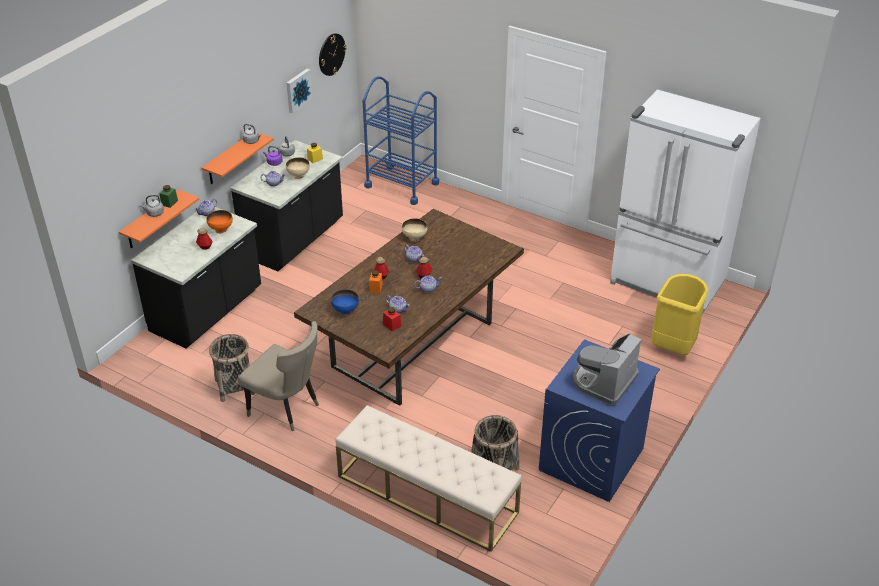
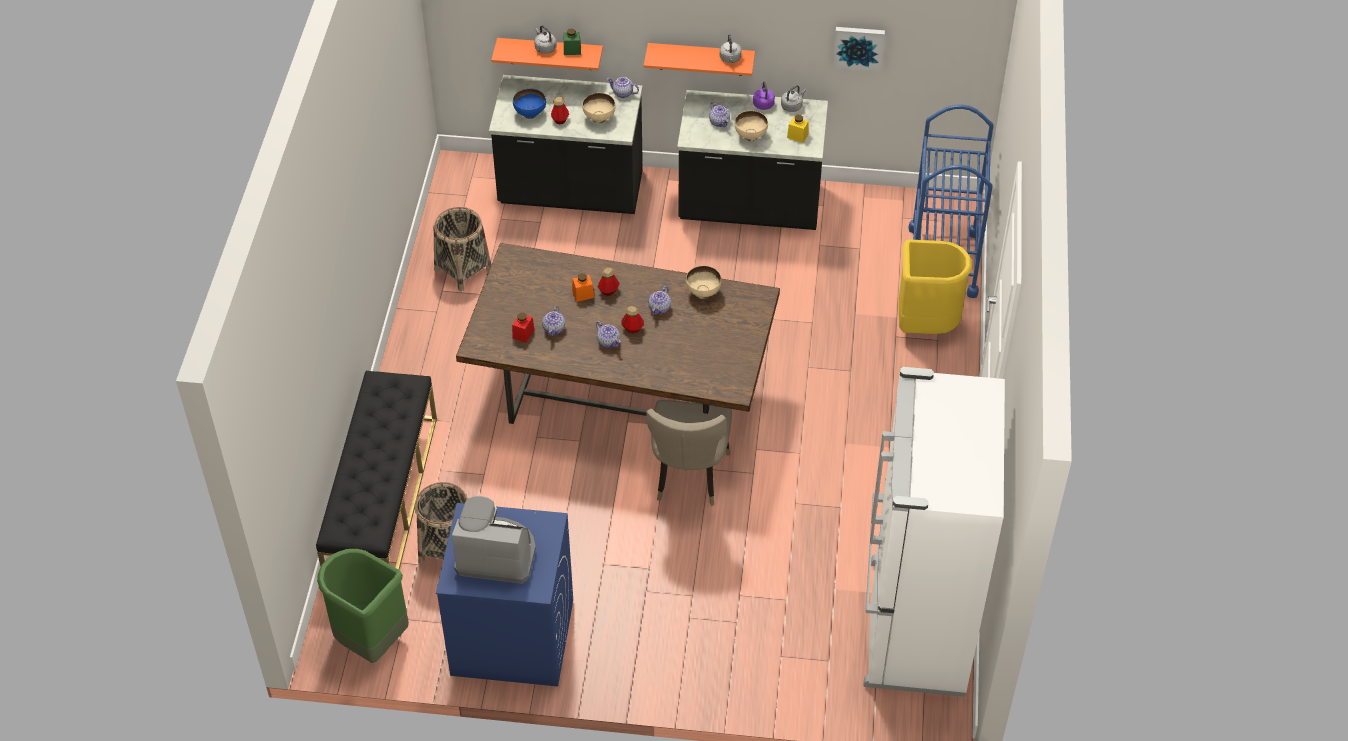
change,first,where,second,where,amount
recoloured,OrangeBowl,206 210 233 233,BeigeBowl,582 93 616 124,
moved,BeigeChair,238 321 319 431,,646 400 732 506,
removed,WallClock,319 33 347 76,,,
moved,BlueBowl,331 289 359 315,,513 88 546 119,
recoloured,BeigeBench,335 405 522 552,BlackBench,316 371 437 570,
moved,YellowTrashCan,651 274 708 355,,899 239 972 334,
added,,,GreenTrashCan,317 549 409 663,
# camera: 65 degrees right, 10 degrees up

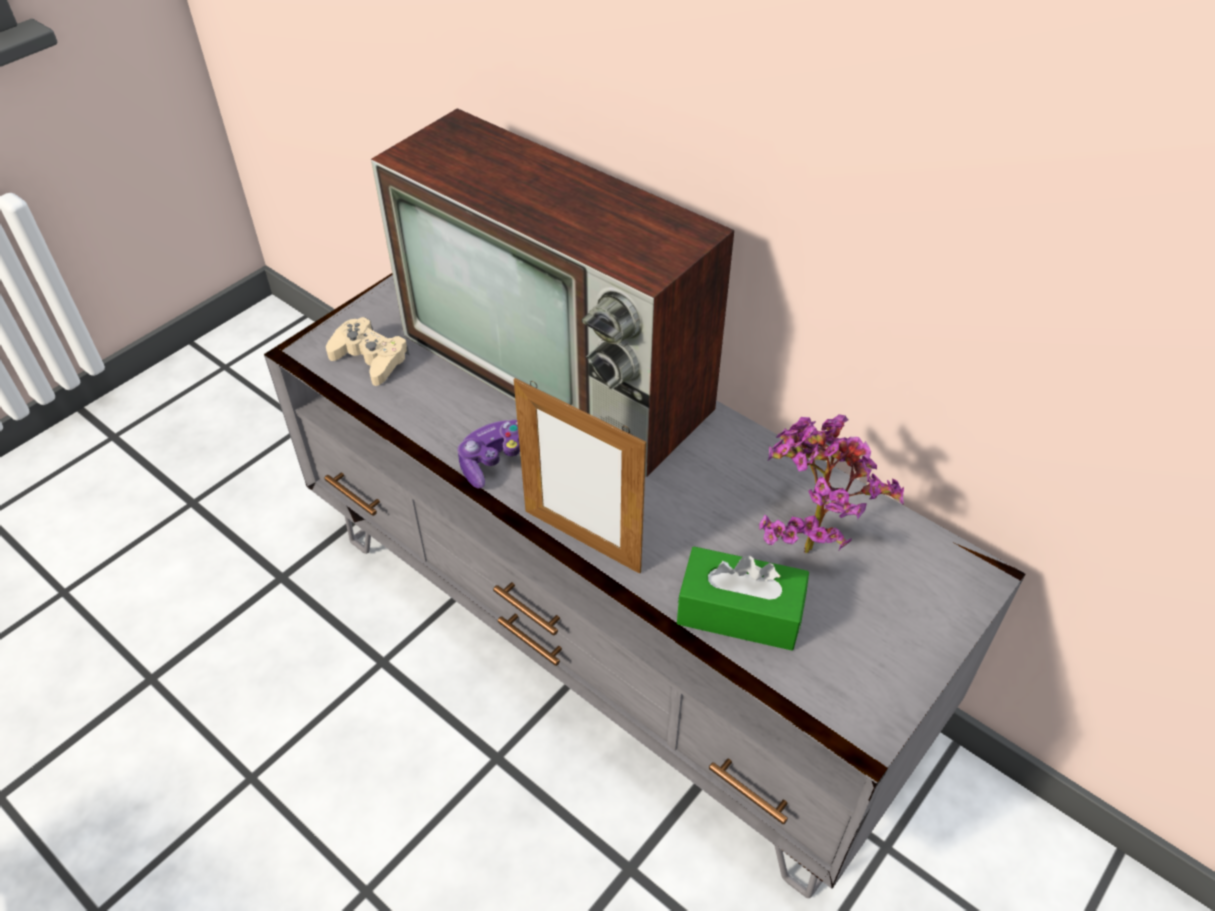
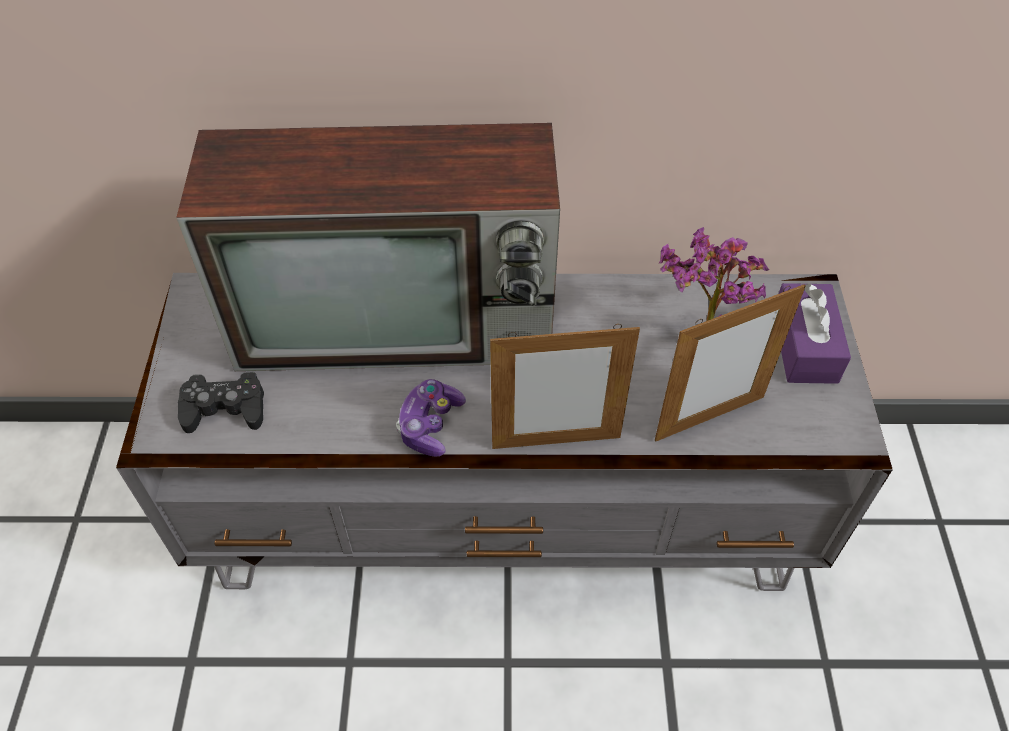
change,first,where,second,where,amount
recoloured,BeigeGameController,326 317 409 386,BlackGameController,178 372 264 433,
replaced,GreenTissueBox,677 547 809 651,PictureFrame,655 284 806 441,
added,,,PurpleTissueBox,778 283 851 384,
# camera: 40 degrees left, 5 degrees up

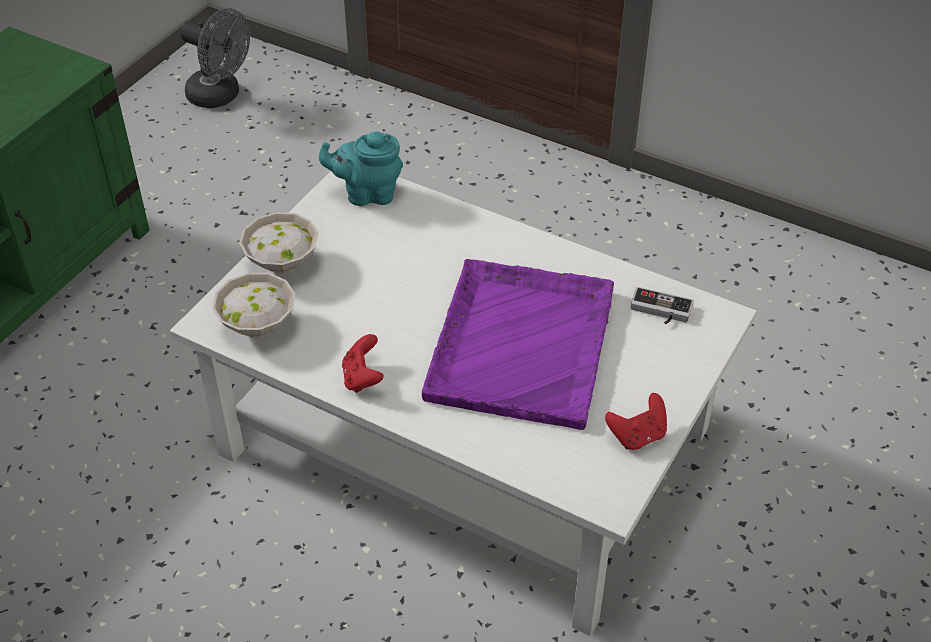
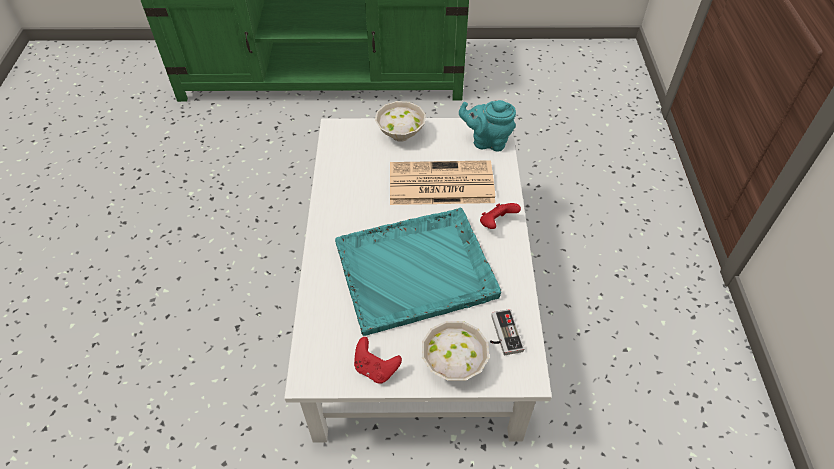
change,first,where,second,where,amount
removed,GreyFan,180 8 250 108,,,
moved,WhiteBowl,212 273 295 338,,422 321 489 381,
turned,TurquoiseTeapot,319 131 403 206,,459 100 516 152,45 degrees counterclockwise
moved,RedGameController,342 334 383 393,,480 203 521 229,
recoloured,PurpleTray,422 259 614 430,TurquoiseTray,335 208 501 336,
added,,,Newspaper,390 160 495 205,
# camera: 60 degrees right, 5 degrees up

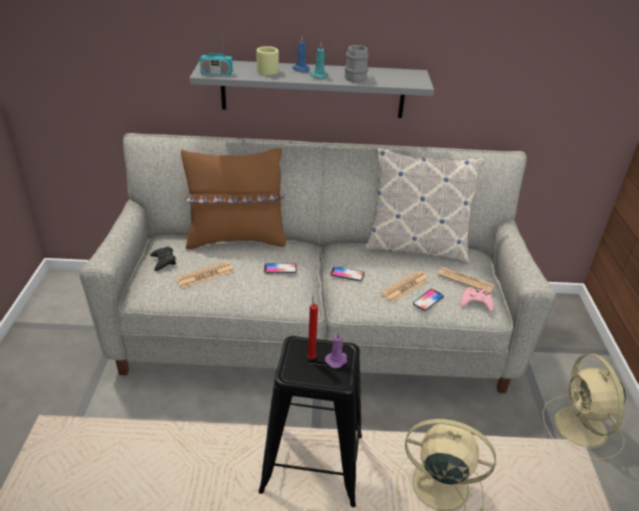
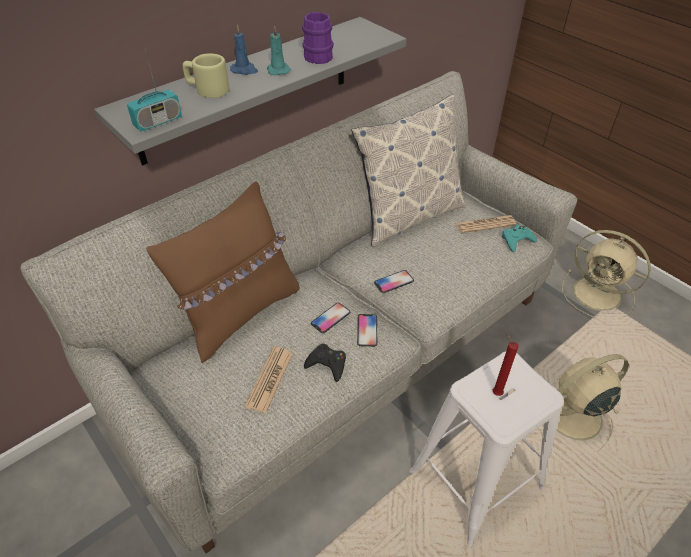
change,first,where,second,where,amount
moved,BlackGameController,150 247 176 271,,304 344 346 382,
recoloured,BlackStool,259 336 362 507,WhiteStool,410 351 564 546,
removed,PurpleCandle,325 331 347 368,,,
recoloured,GreyMug,345 45 369 83,PurpleMug,302 12 334 64,
removed,Newspaper,380 271 429 303,,,
moved,Phone,413 289 444 311,,357 314 377 347,
recoloured,PinkGameController,461 287 493 312,TurquoiseGameController,502 224 537 252,
# camera: 40 degrees left, 10 degrees up

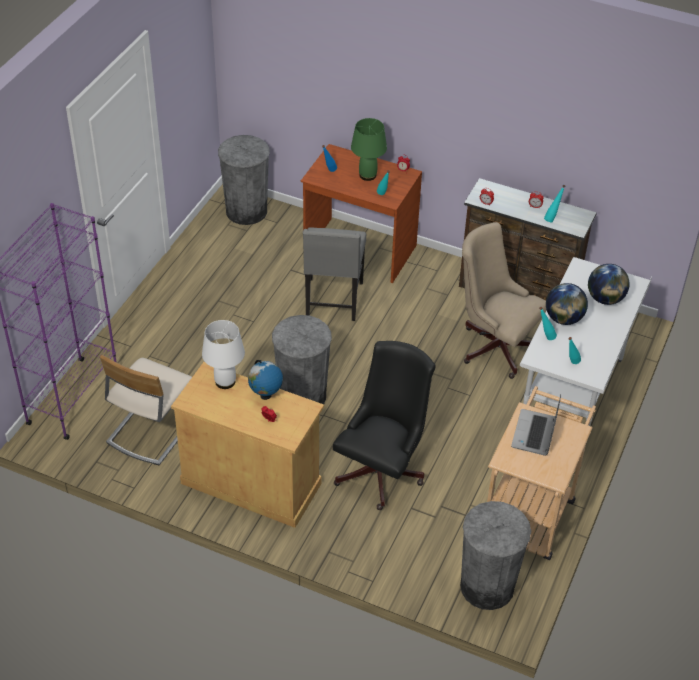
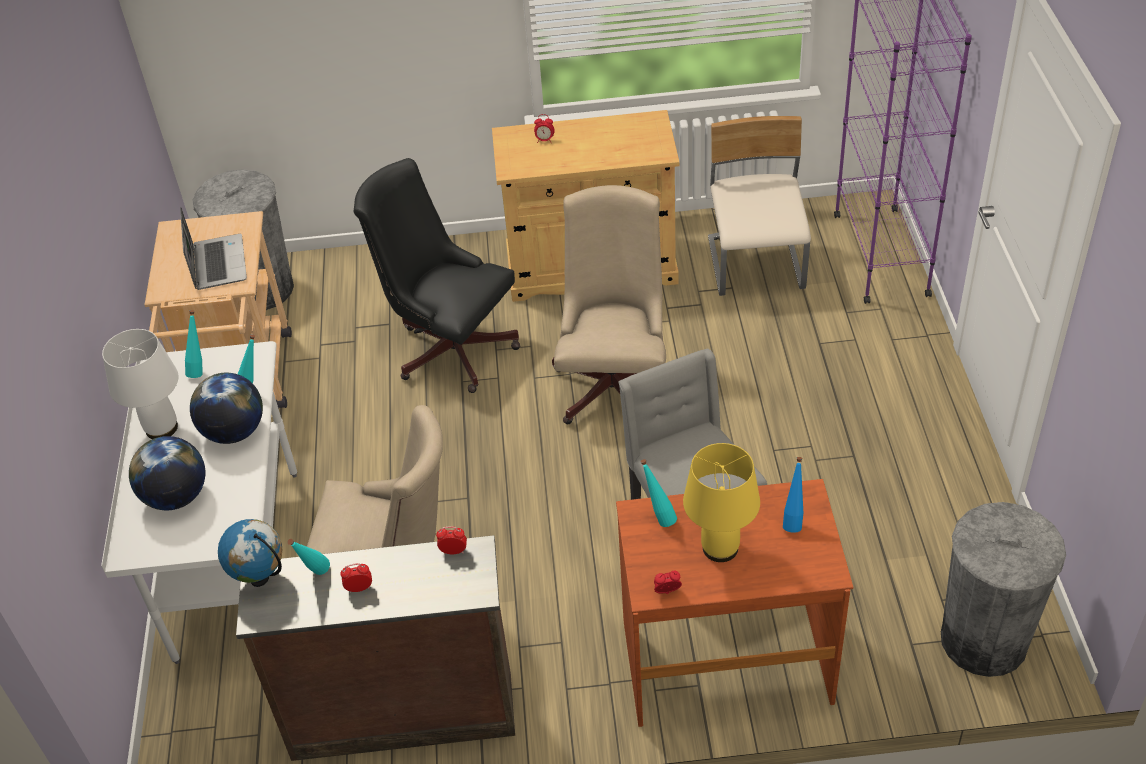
change,first,where,second,where,amount
moved,WhiteTableLamp,202 320 245 389,,102 329 178 439,
moved,Globe,248 360 283 400,,218 519 283 587,
replaced,GreyTrashCan,272 315 332 404,BeigeOfficeChair,552 185 666 424,
turned,BlackOfficeChair,333 341 436 510,,353 158 520 393,120 degrees clockwise
recoloured,GreenTableLamp,351 118 387 181,YellowTableLamp,683 443 760 562,
# camera: 155 degrees right, 0 degrees up

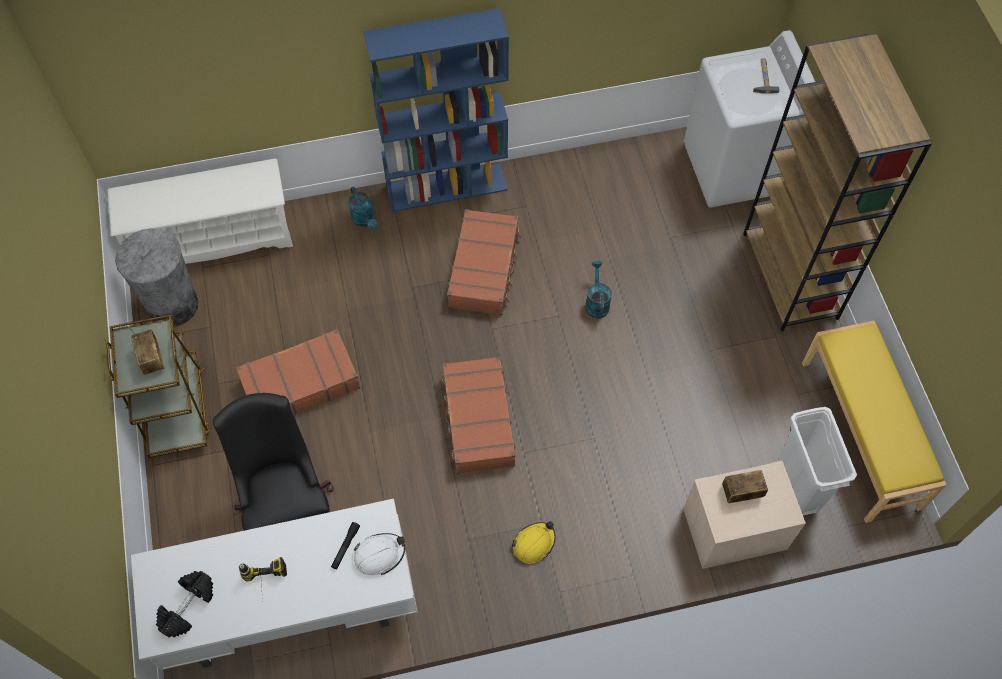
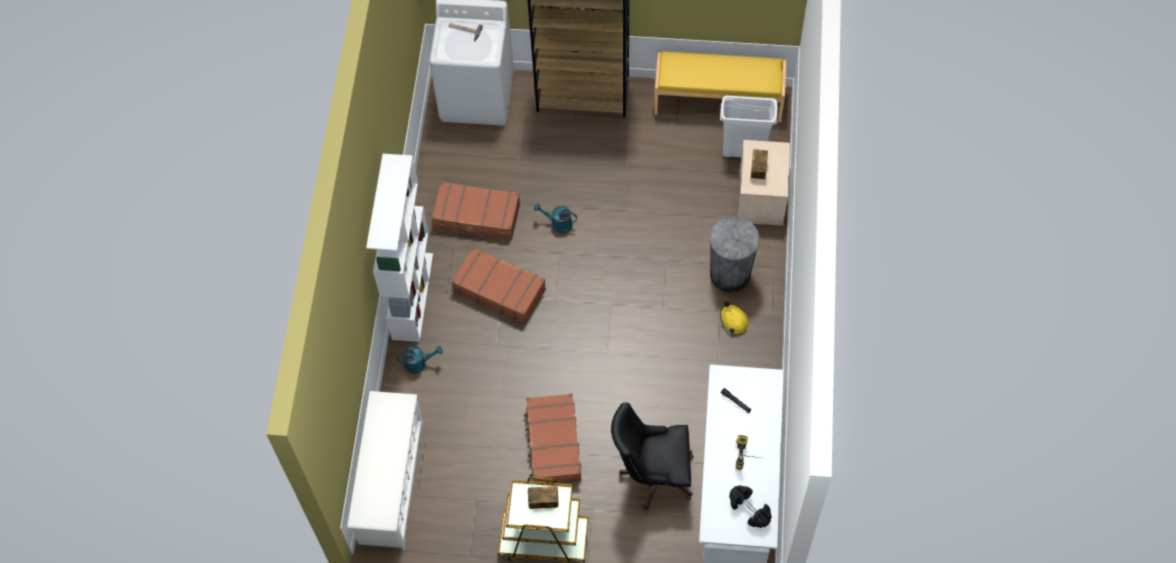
change,first,where,second,where,amount
moved,GreyTrashCan,115 228 199 327,,709 216 760 293,
removed,WhiteHardHat,354 533 405 576,,,
recoloured,BlueBookcase,363 8 509 212,WhiteBookcase,366 154 433 342,
moved,BrownSuitcase,440 357 516 474,,431 182 520 240,
# camera: 70 degrees left, 0 degrees up

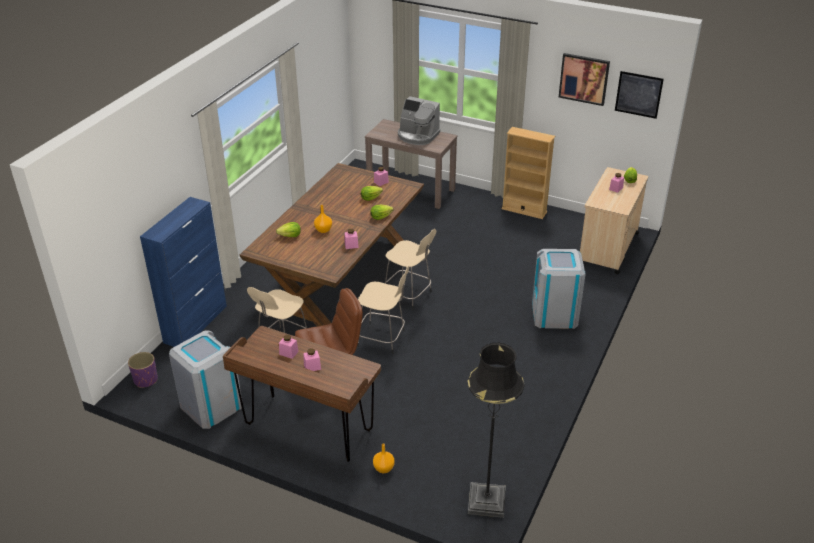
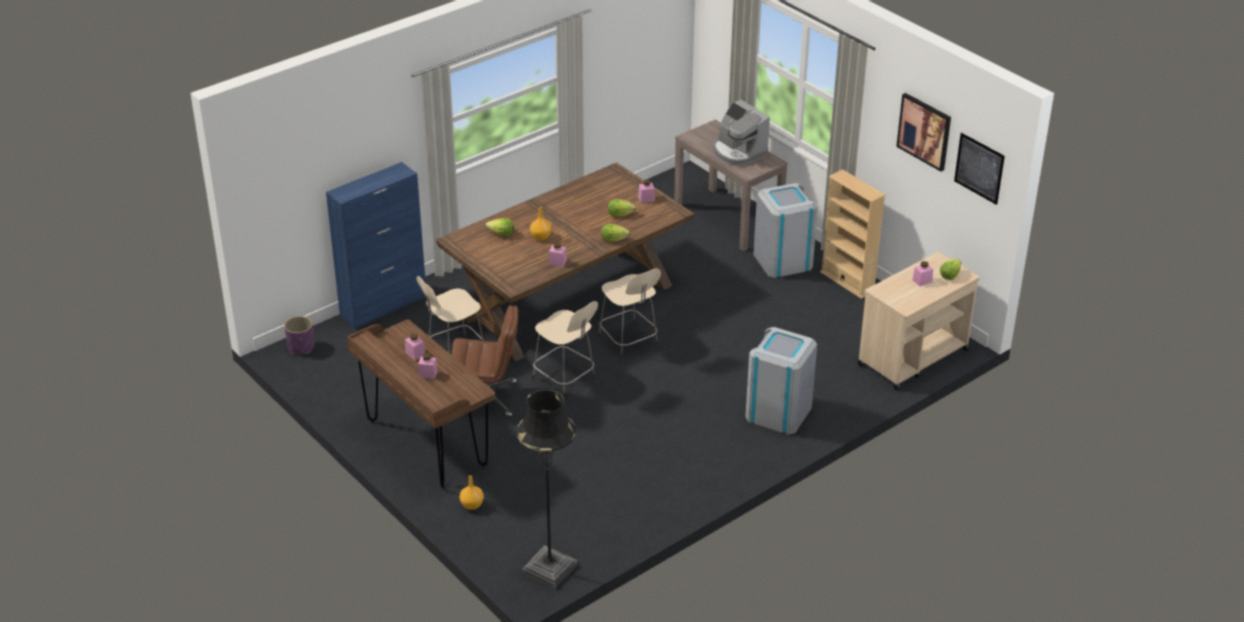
change,first,where,second,where,amount
moved,GreyTrashCan,169 330 242 429,,753 183 818 278,
# camera: 25 degrees right, 0 degrees up

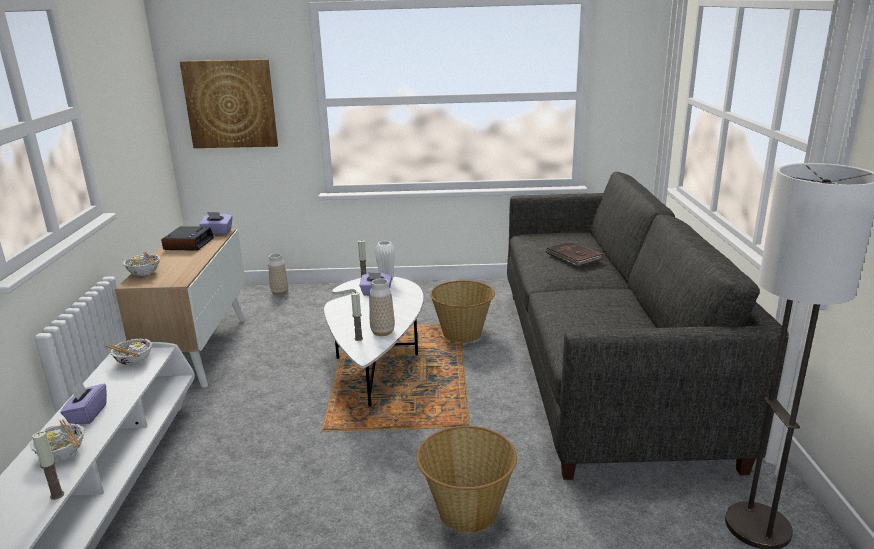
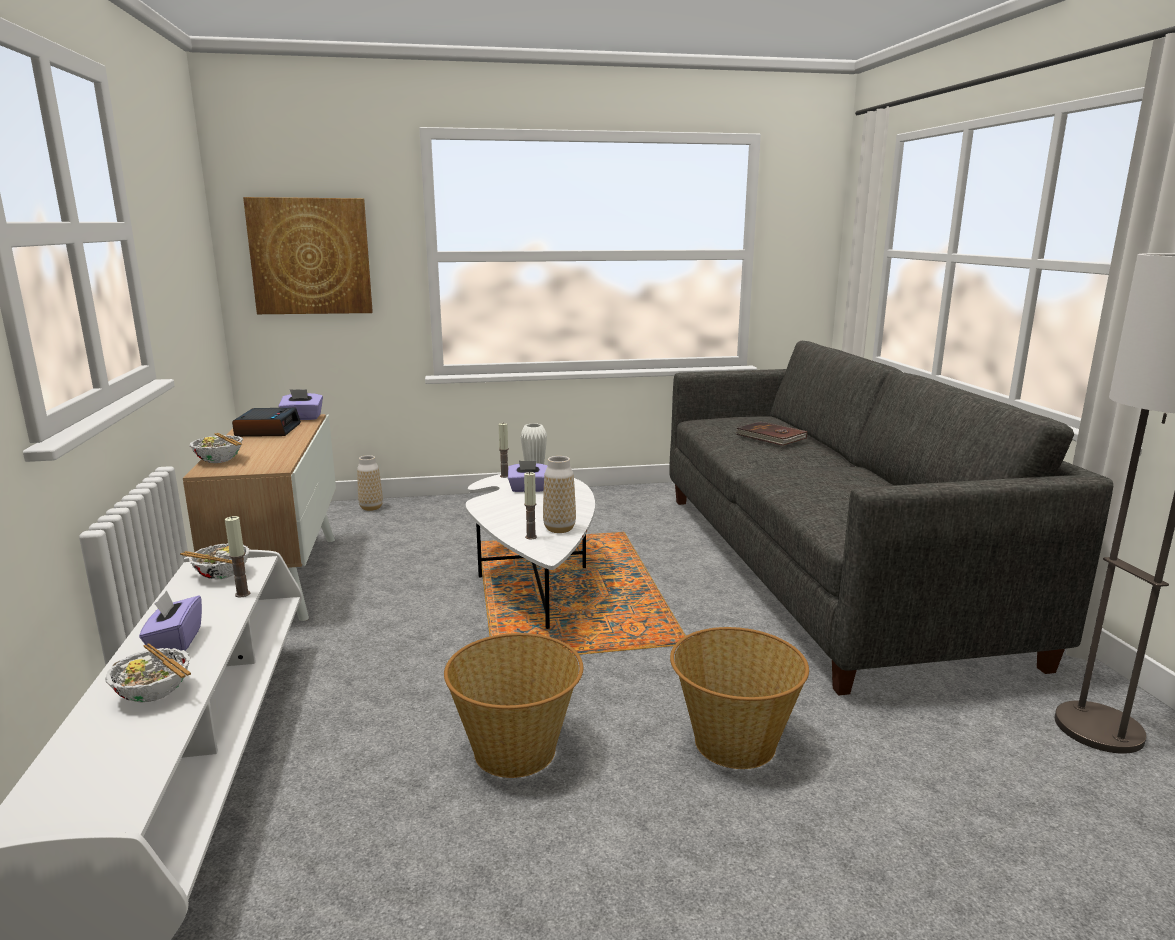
change,first,where,second,where,amount
moved,Candle,32 431 64 500,,225 516 250 598,
moved,Basket,430 280 495 343,,444 633 583 778,
# camera: 10 degrees left, 5 degrees down

